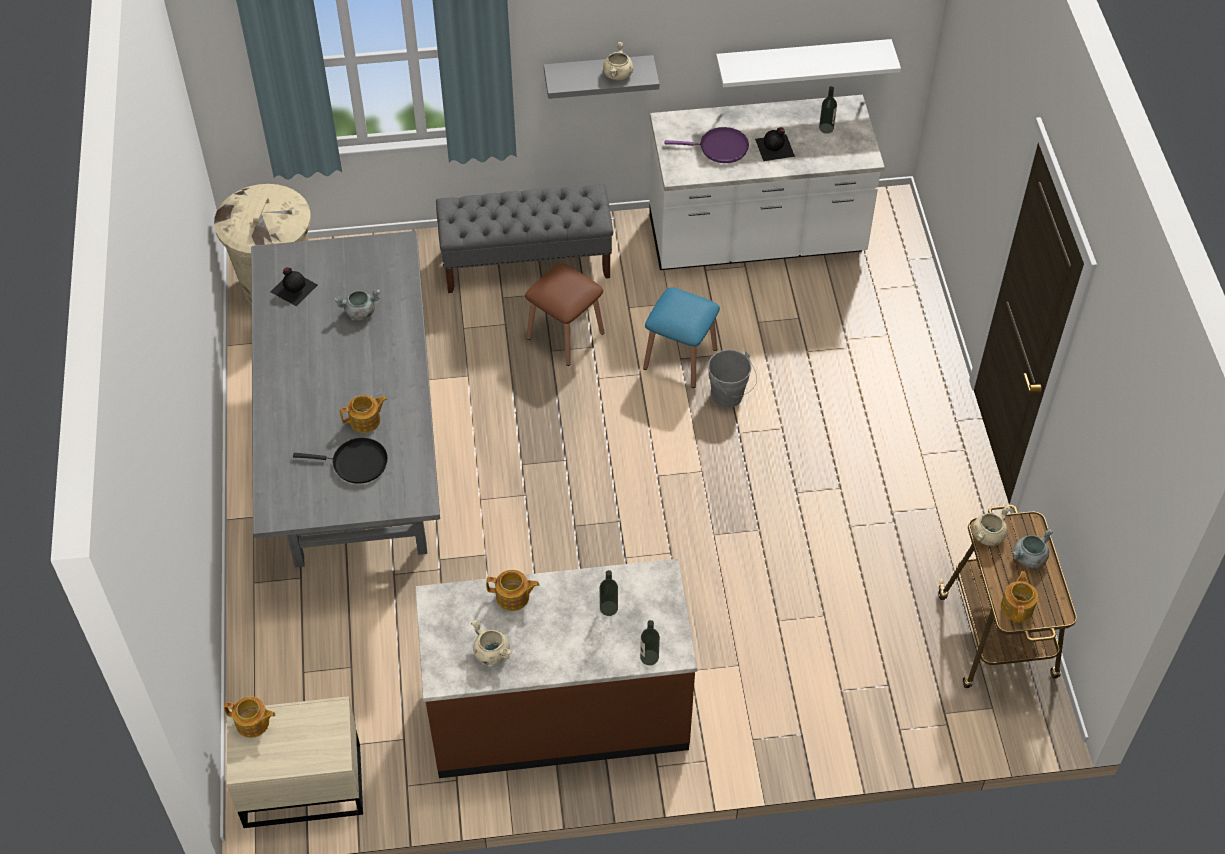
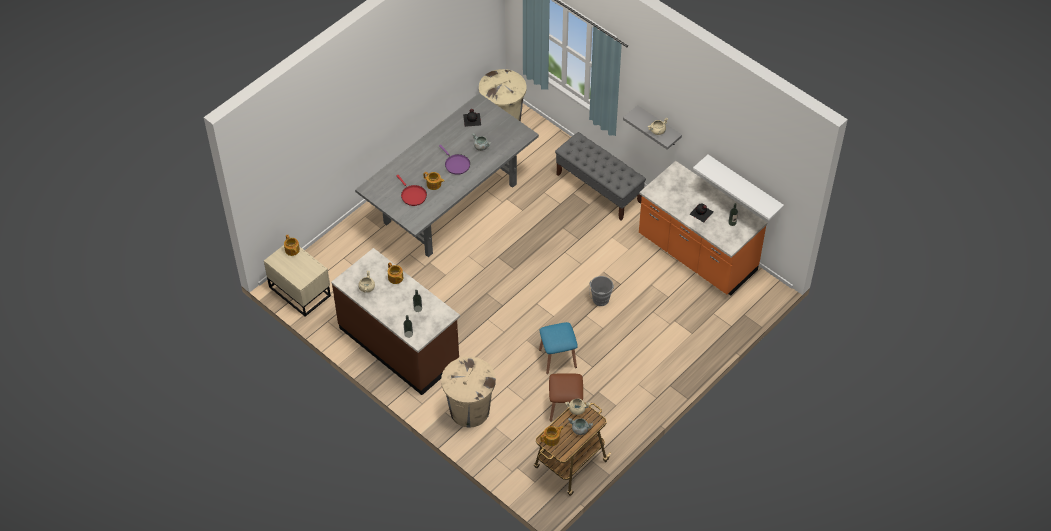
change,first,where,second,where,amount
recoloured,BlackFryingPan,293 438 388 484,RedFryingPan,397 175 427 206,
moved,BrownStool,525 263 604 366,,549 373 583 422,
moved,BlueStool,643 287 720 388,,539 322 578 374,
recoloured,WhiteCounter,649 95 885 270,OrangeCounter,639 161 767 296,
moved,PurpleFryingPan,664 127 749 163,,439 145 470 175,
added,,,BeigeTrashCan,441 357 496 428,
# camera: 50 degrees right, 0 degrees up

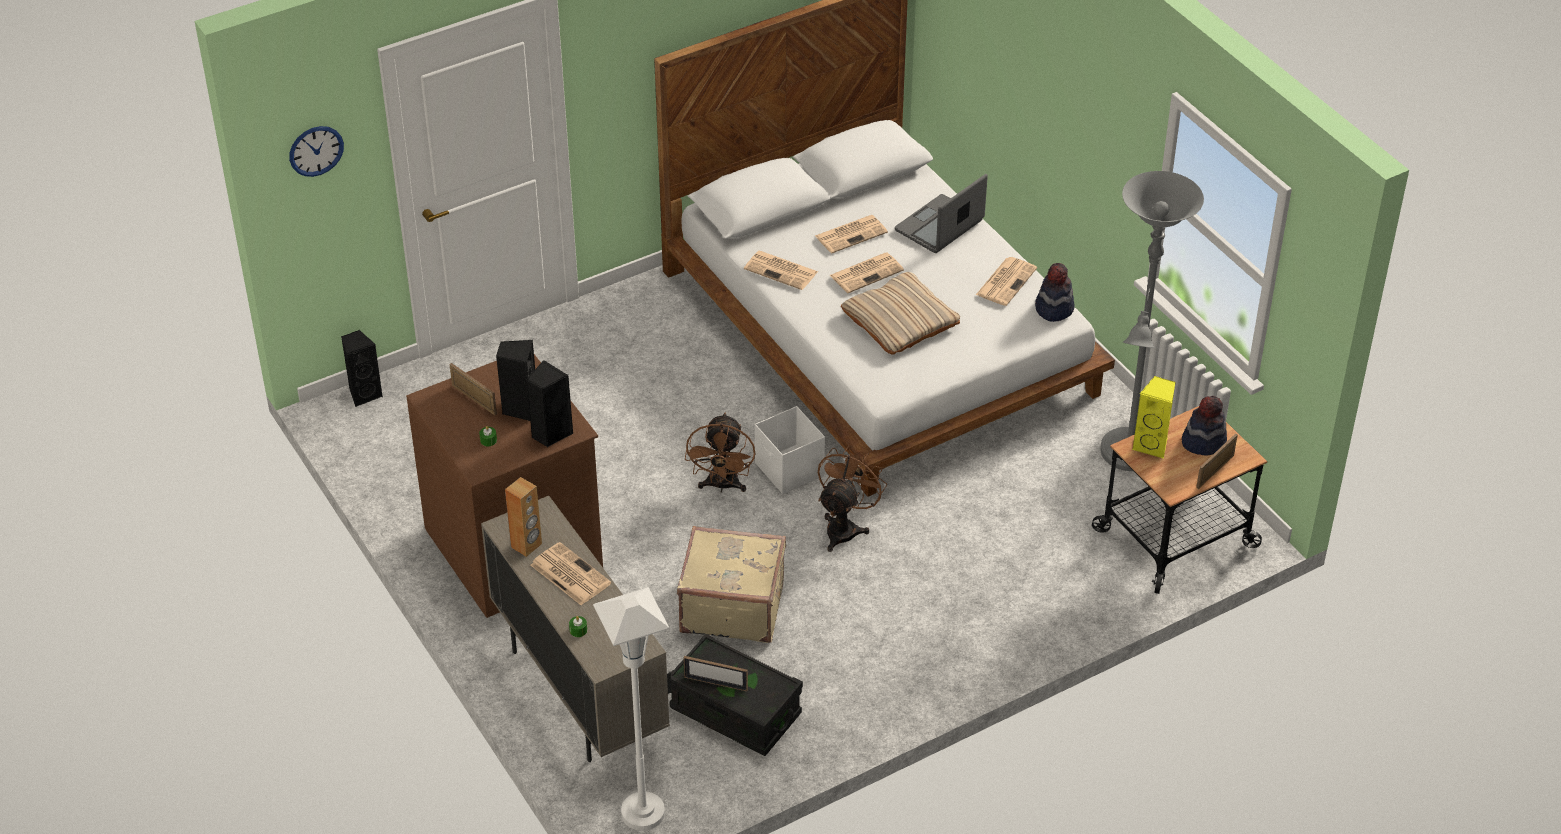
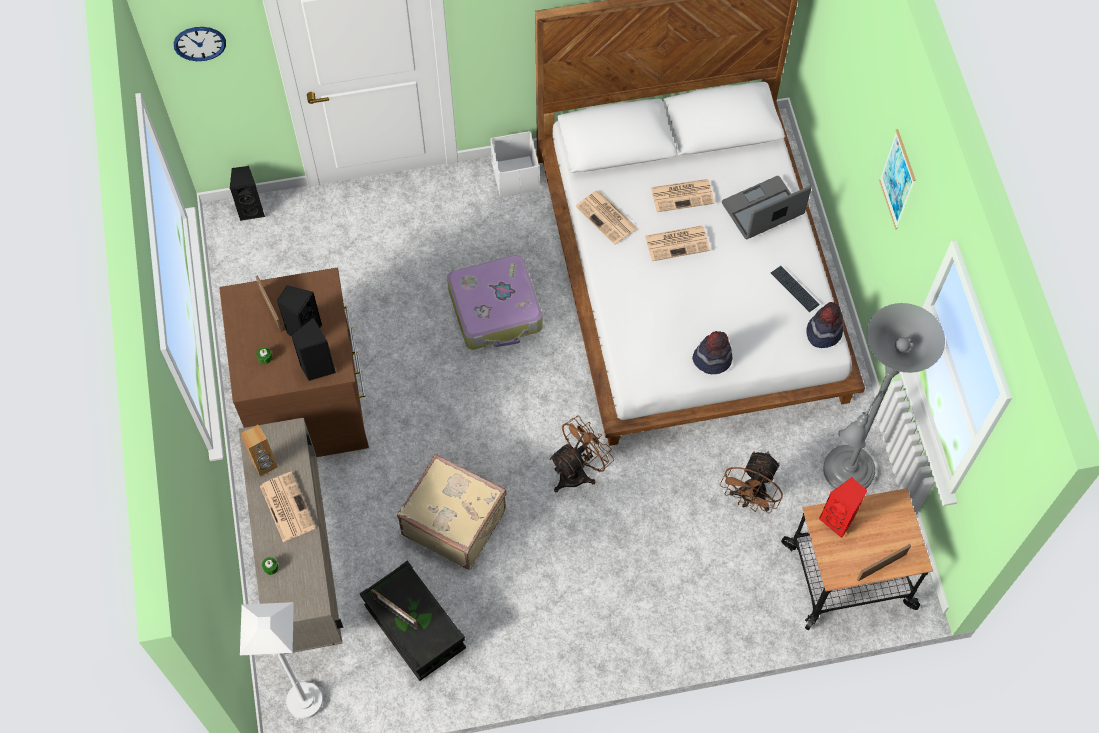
change,first,where,second,where,amount
moved,BrownFan,685 413 755 493,,720 451 783 513,
moved,WhiteStorageBox,755 406 825 494,,490 131 539 197,
removed,BeigePillow,841 272 960 355,,,
replaced,Newspaper,976 257 1037 306,Keyboard,771 266 820 312,
recoloured,YellowSpeaker,1132 376 1176 459,RedSpeaker,819 477 868 538,
moved,Hat,1182 396 1227 456,,692 331 732 374,
added,,,Suitcase,447 255 543 350,
added,,,Picture,879 129 916 229,
# camera: 20 degrees right, 20 degrees up

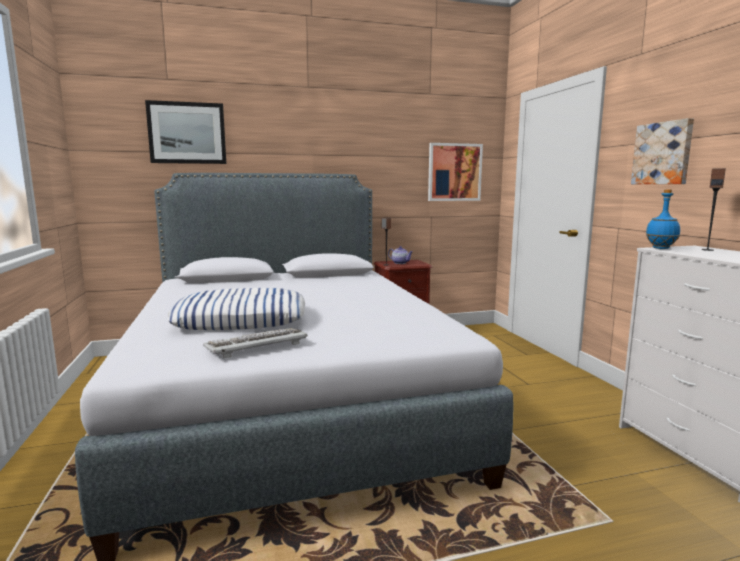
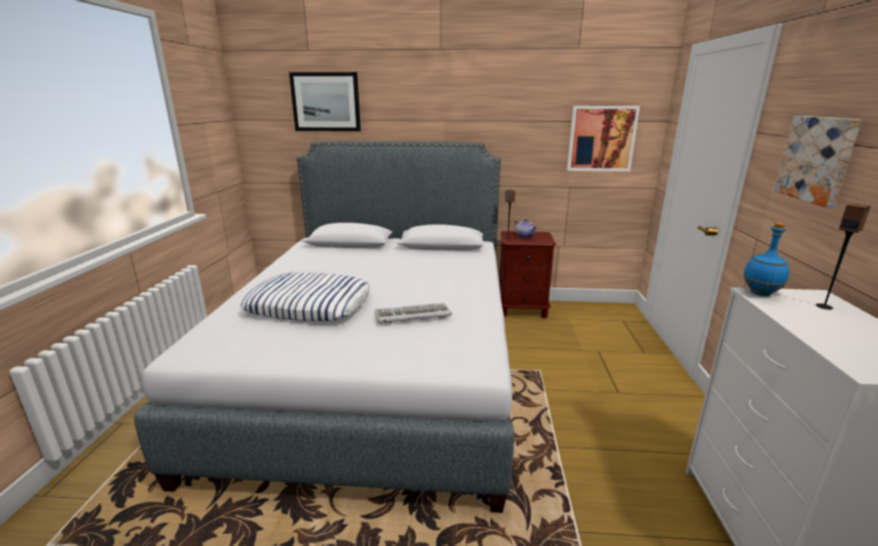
change,first,where,second,where,amount
moved,Keyboard,203 328 308 358,,375 303 452 326,
# camera: 20 degrees right, 10 degrees up

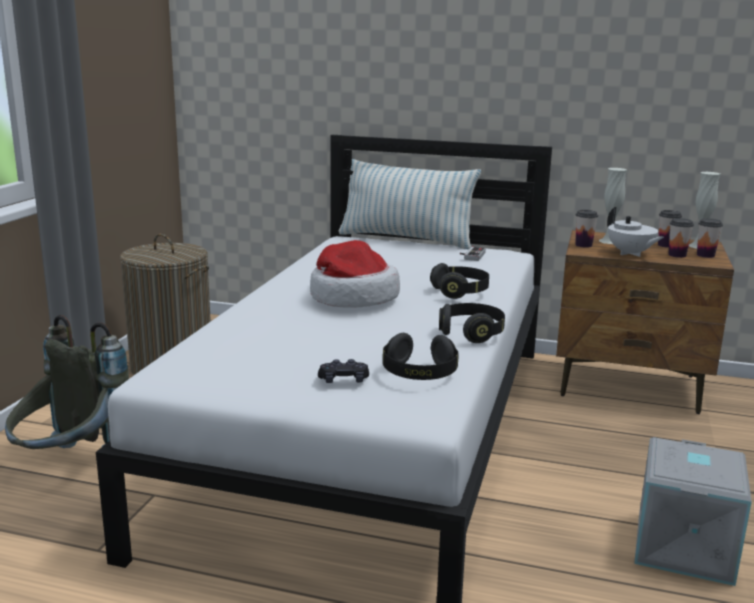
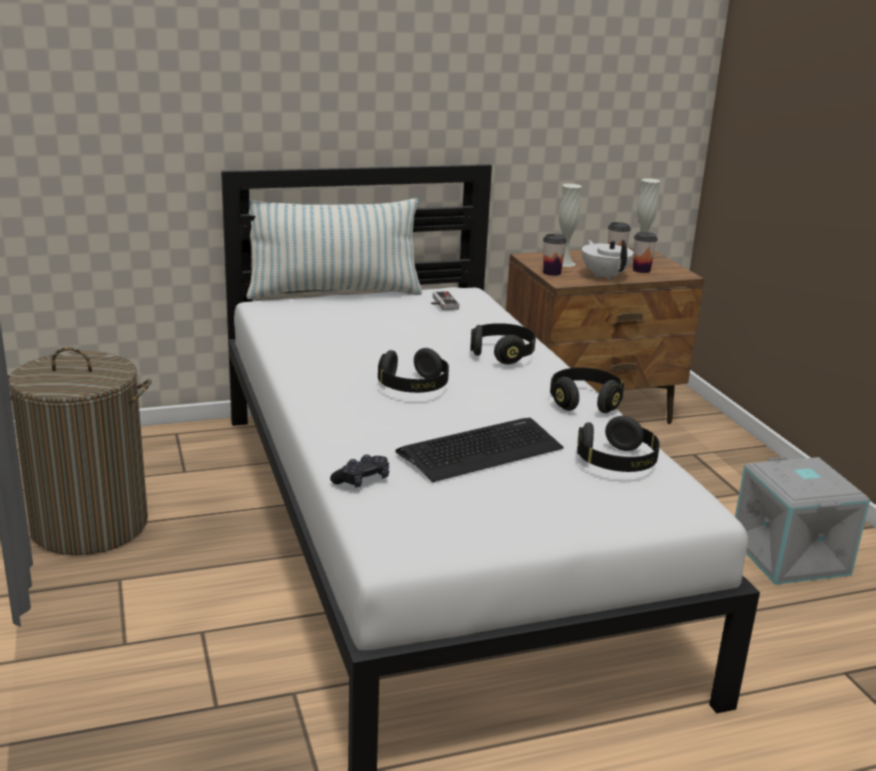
change,first,where,second,where,amount
removed,GreyBackpack,5 315 129 449,,,
replaced,Hat,310 240 400 308,BlackHeadphones,378 348 449 393,
moved,BlackGameController,318 359 369 383,,330 455 389 488,
turned,WhiteTeapot,607 207 664 257,,582 240 634 280,135 degrees counterclockwise
removed,Cup,697 218 723 258,,,
added,,,Keyboard,395 418 564 482,
# camera: 35 degrees left, 5 degrees up

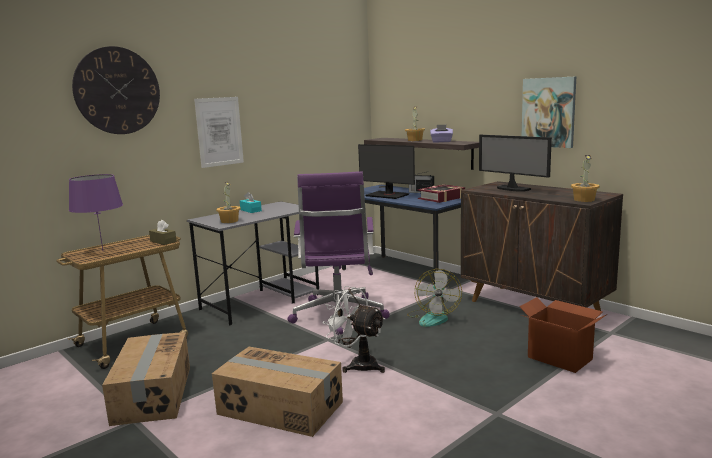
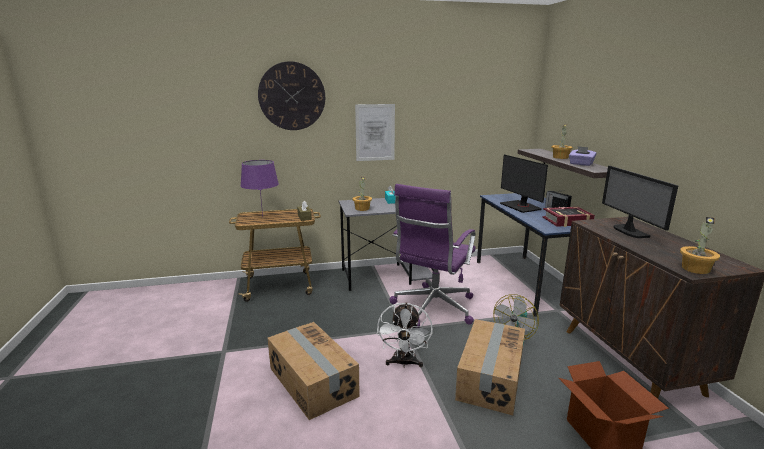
change,first,where,second,where,amount
moved,CardboardBox,102 332 190 426,,455 319 525 416,
turned,WhiteFan,322 286 385 373,,377 302 432 368,150 degrees counterclockwise
removed,Picture,522 77 576 148,,,
# camera: 30 degrees right, 5 degrees up

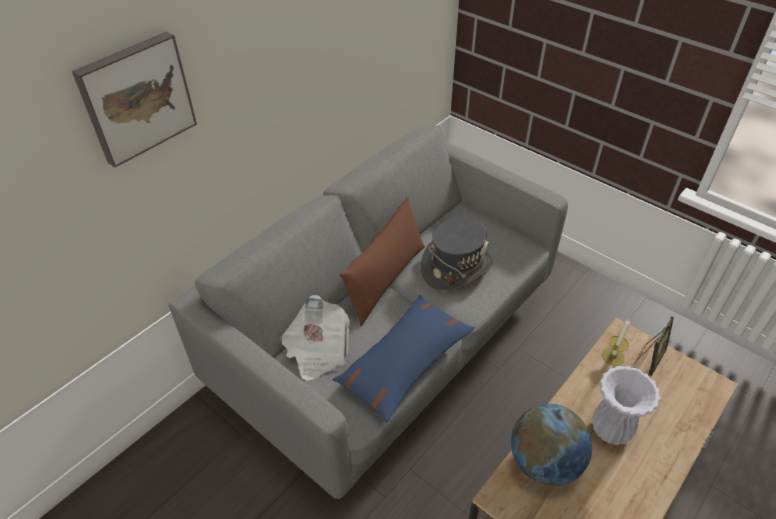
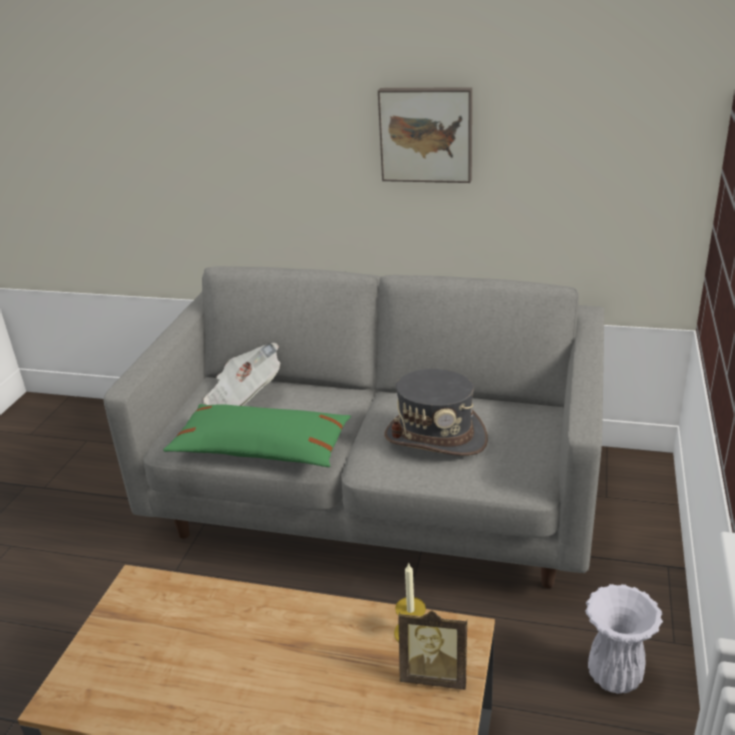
change,first,where,second,where,amount
moved,Picture,72 31 197 168,,378 87 472 183,
recoloured,BluePillow,332 295 475 423,GreenPillow,163 404 351 467,
removed,BrownPillow,340 197 425 326,,,
removed,Globe,511 404 592 486,,,
moved,WhiteVase,592 366 661 445,,585 584 663 694,
# camera: 65 degrees right, 15 degrees down

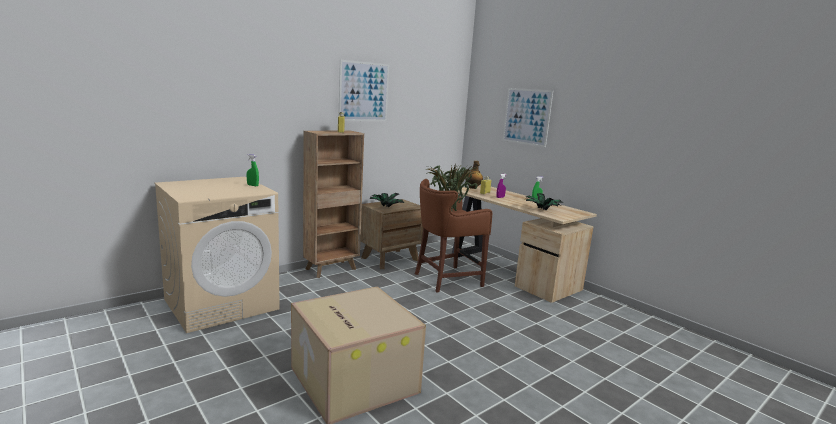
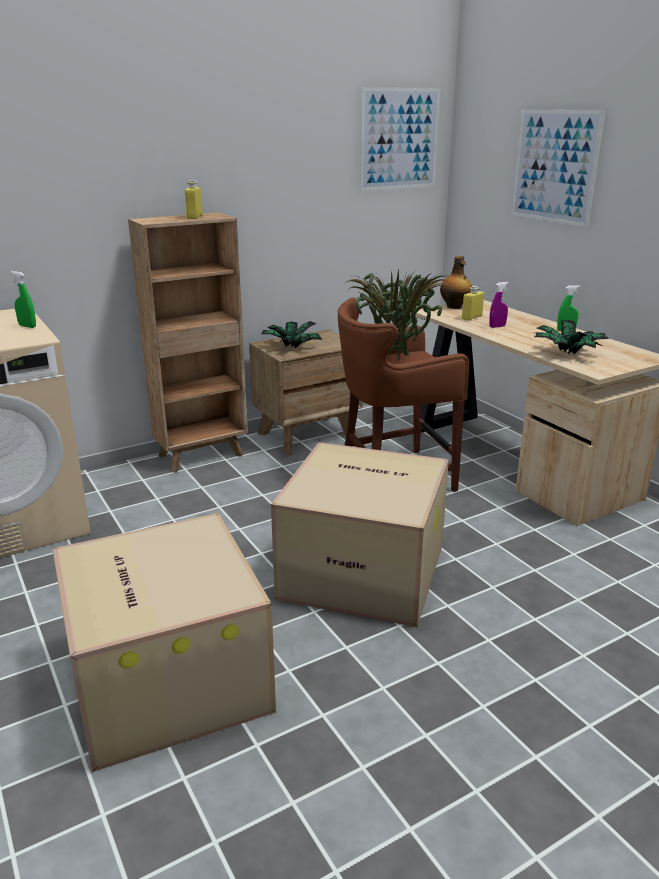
change,first,where,second,where,amount
moved,Picture,339 60 389 121,,360 87 440 191,
added,,,CardboardBox,271 442 449 627,
# camera: 10 degrees right, 10 degrees up

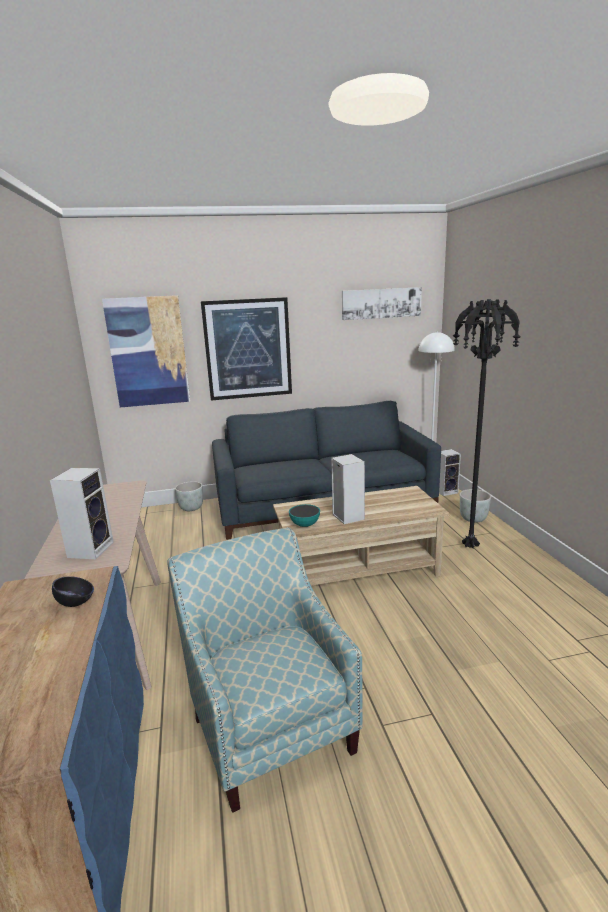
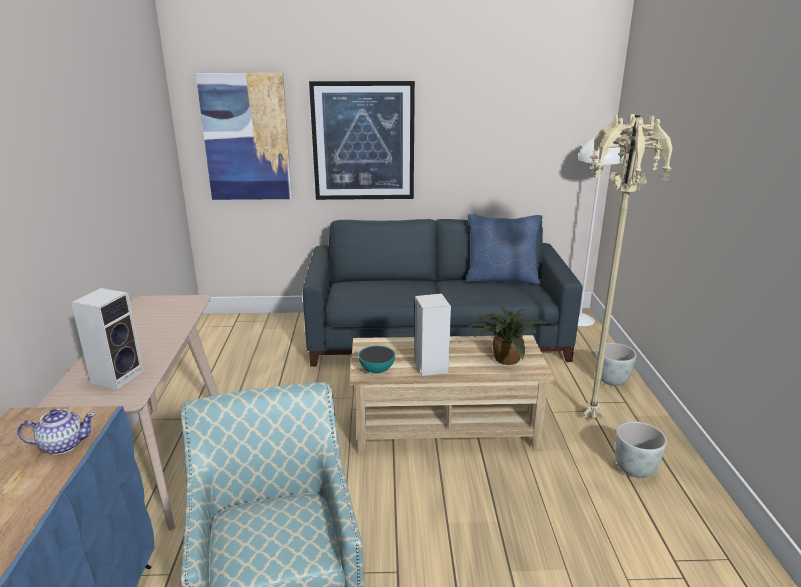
change,first,where,second,where,amount
replaced,BlackBowl,52 576 94 607,Teapot,18 409 96 455,
moved,GreyPlanter,175 481 203 511,,615 421 667 478,
removed,Picture,342 287 422 320,,,
removed,Speaker,439 449 461 496,,,
recoloured,BlackFloorLamp,452 299 520 548,BeigeFloorLamp,582 114 673 420,
added,,,BluePillow,466 214 543 284,
added,,,PottedPlant,468 306 549 365,
# camera: 10 degrees right, 5 degrees up

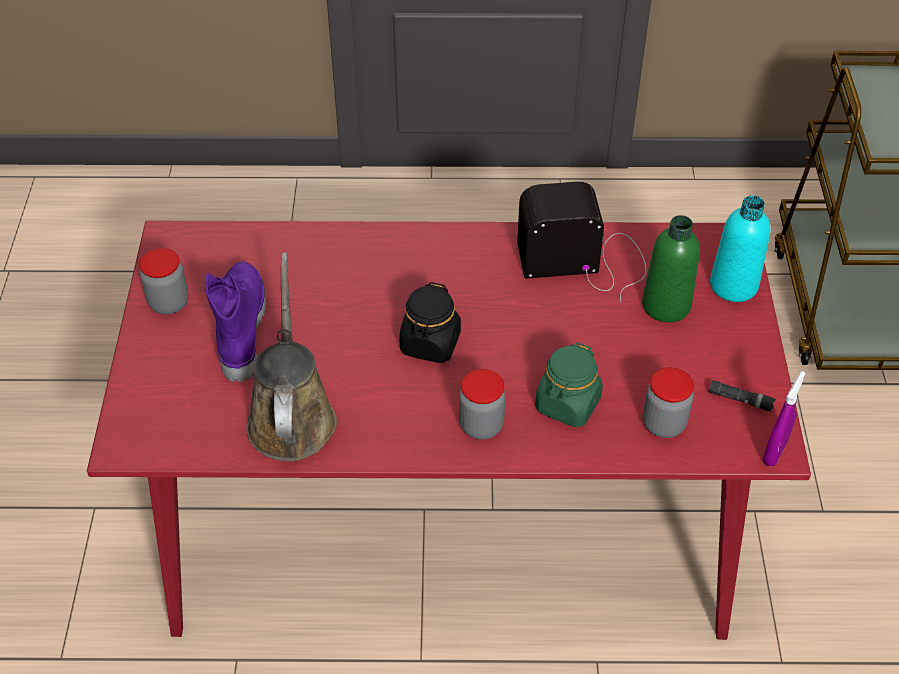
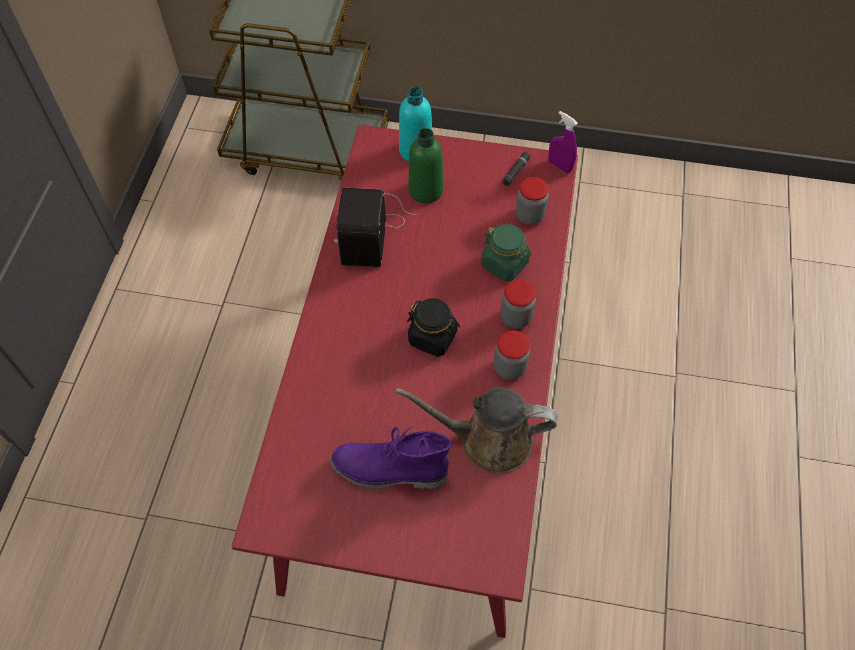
change,first,where,second,where,amount
moved,Jar,139 248 188 315,,494 330 530 380,
# camera: 80 degrees left, 10 degrees up

